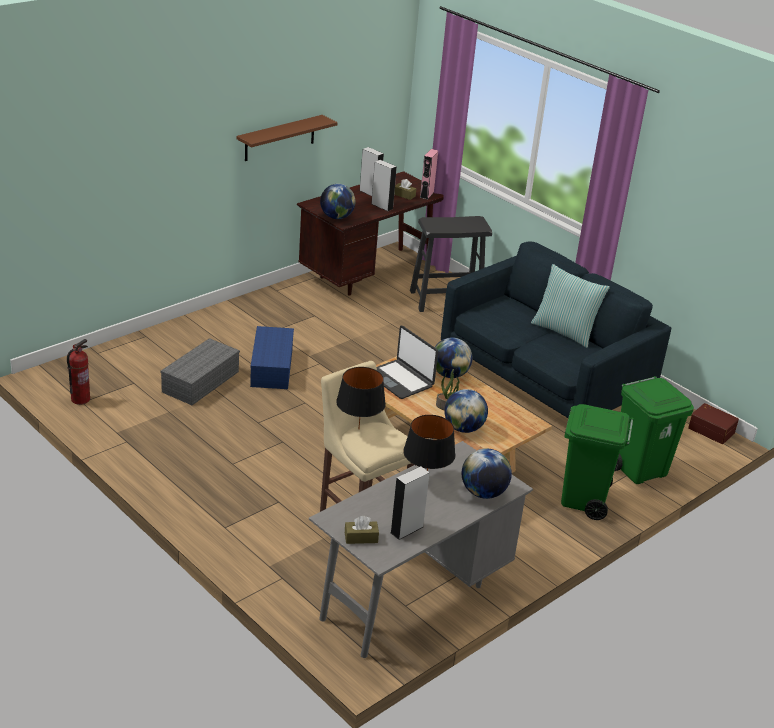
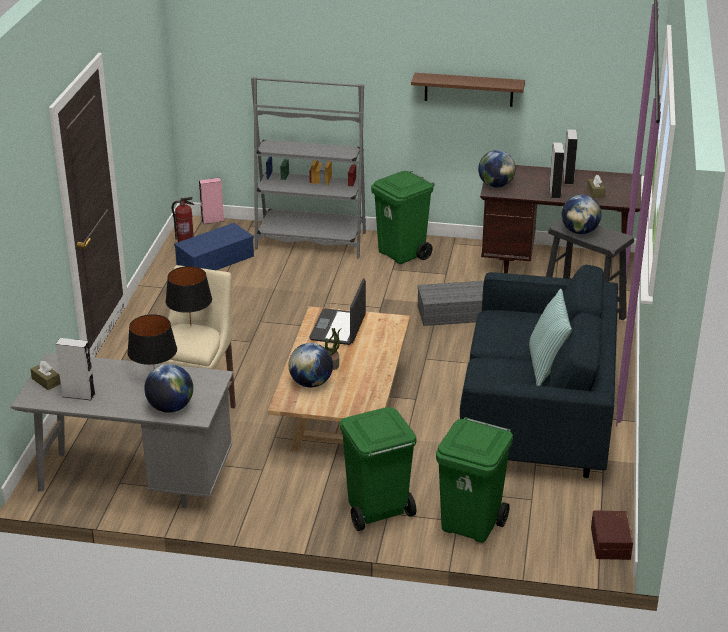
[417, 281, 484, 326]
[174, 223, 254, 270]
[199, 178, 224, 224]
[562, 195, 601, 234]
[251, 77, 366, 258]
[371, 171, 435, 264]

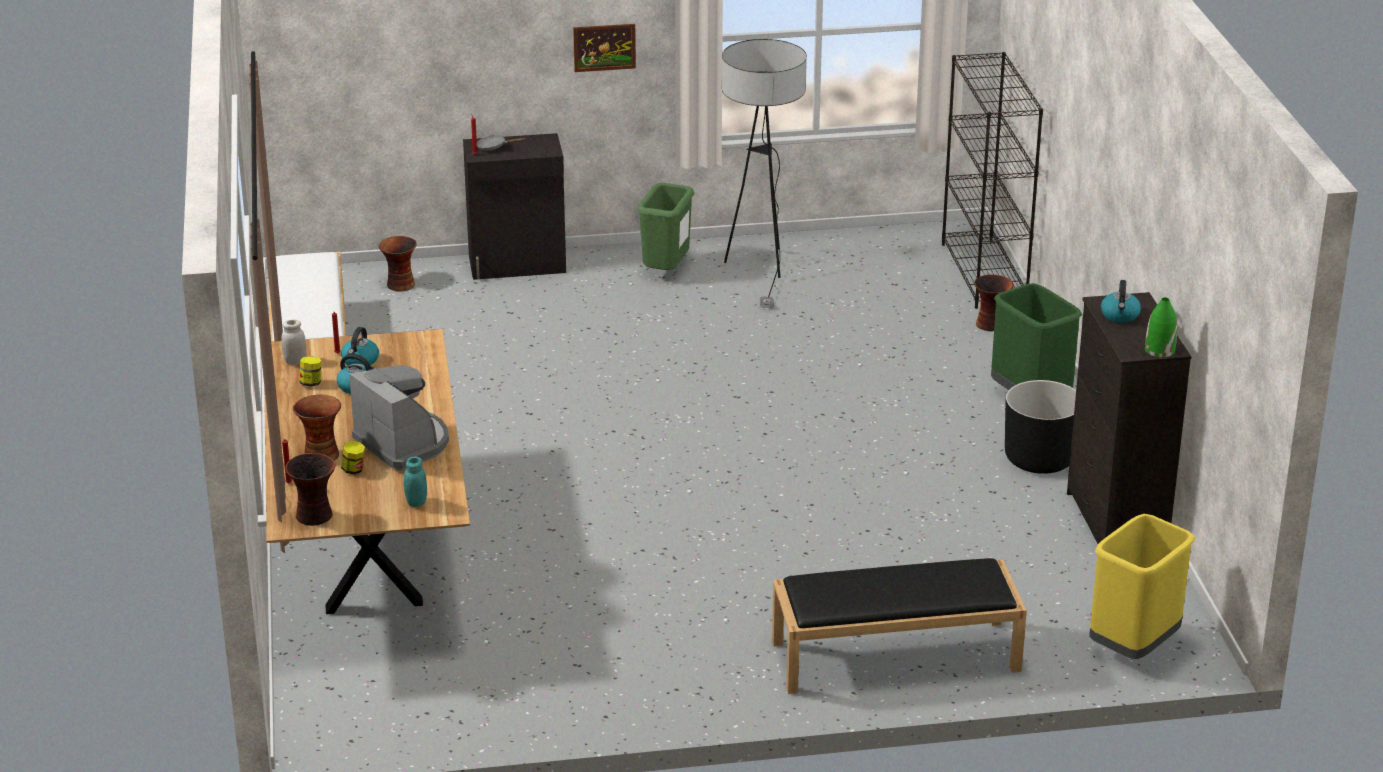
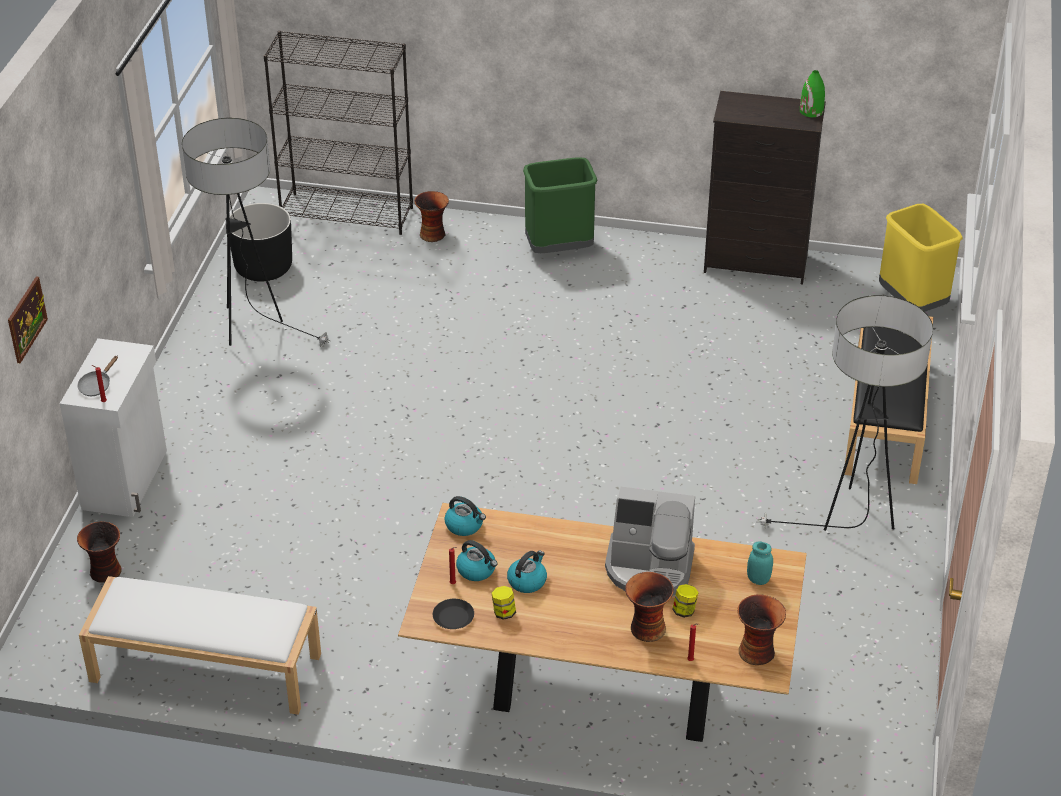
[433, 599, 474, 629]
[605, 487, 695, 597]
[60, 338, 167, 517]
[8, 276, 48, 363]
[637, 183, 694, 270] (first image)
[229, 203, 292, 281]
[445, 496, 486, 536]
[756, 295, 933, 531]

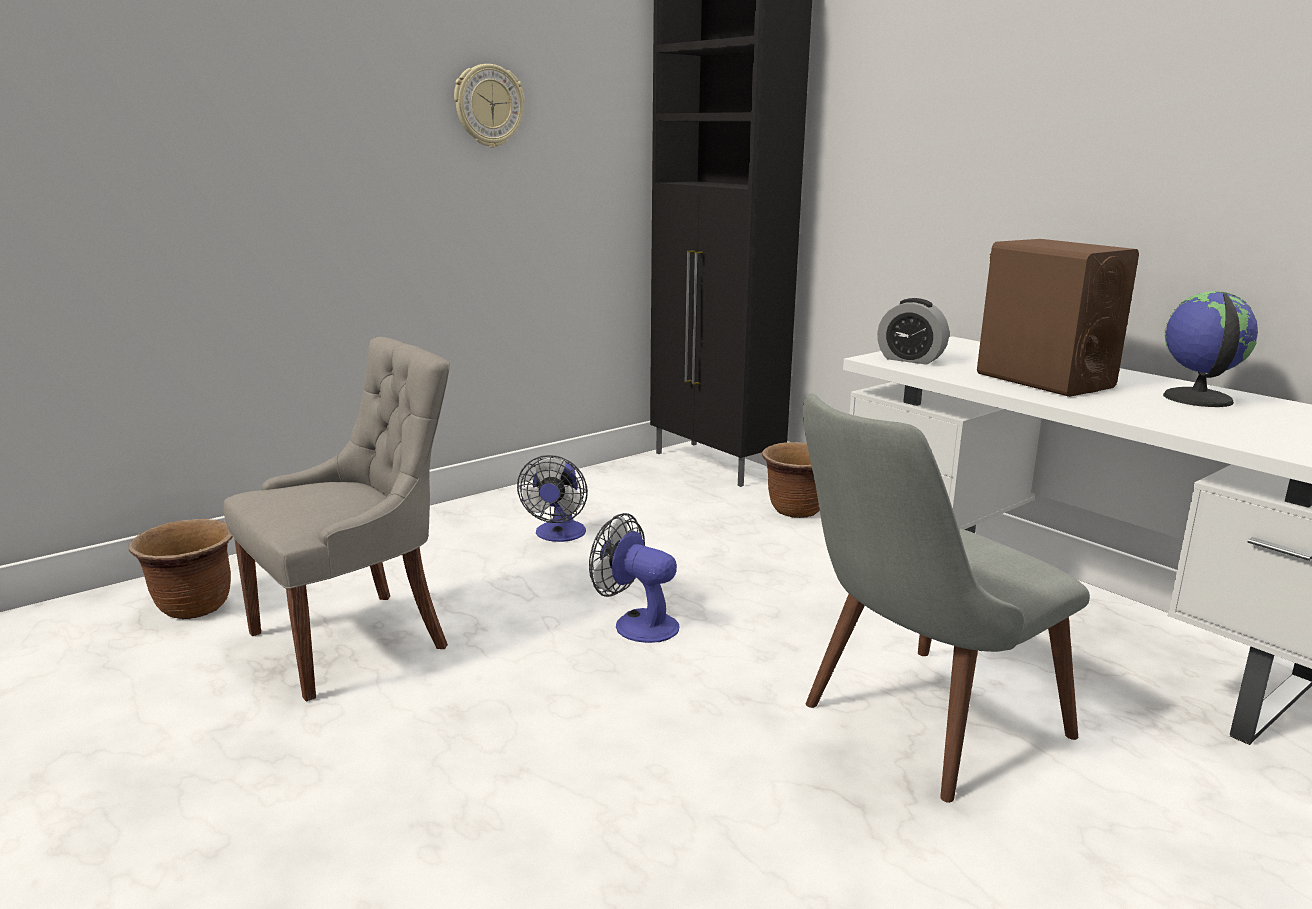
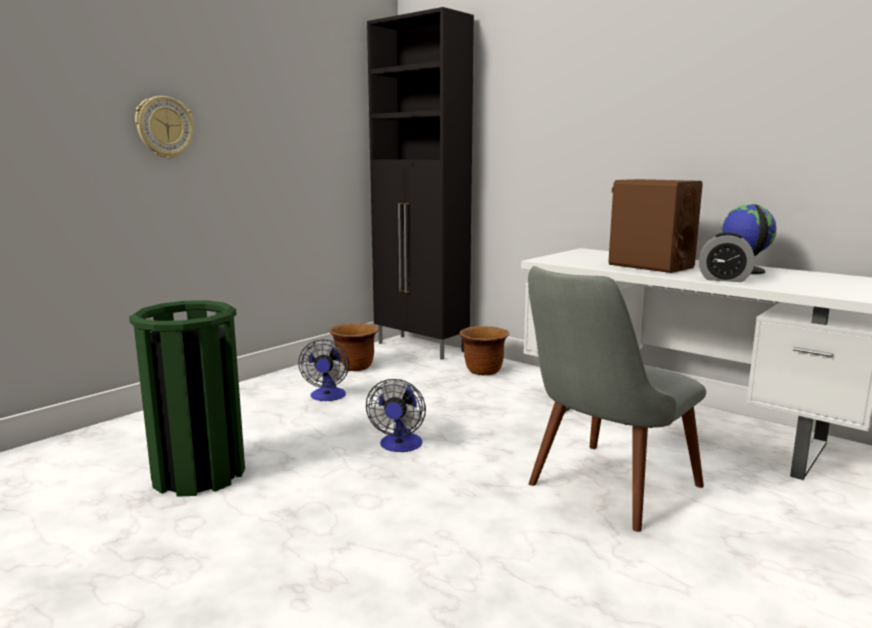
[330, 323, 379, 371]
[129, 300, 245, 497]
[135, 96, 194, 159]
[366, 379, 426, 452]
[699, 232, 755, 282]

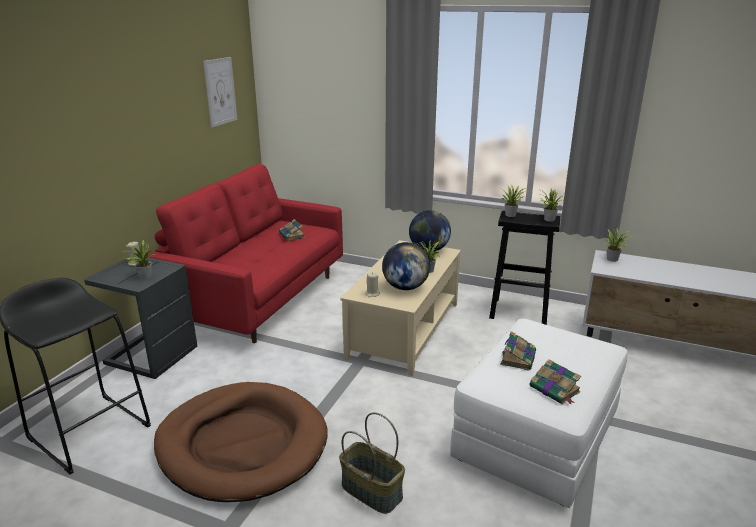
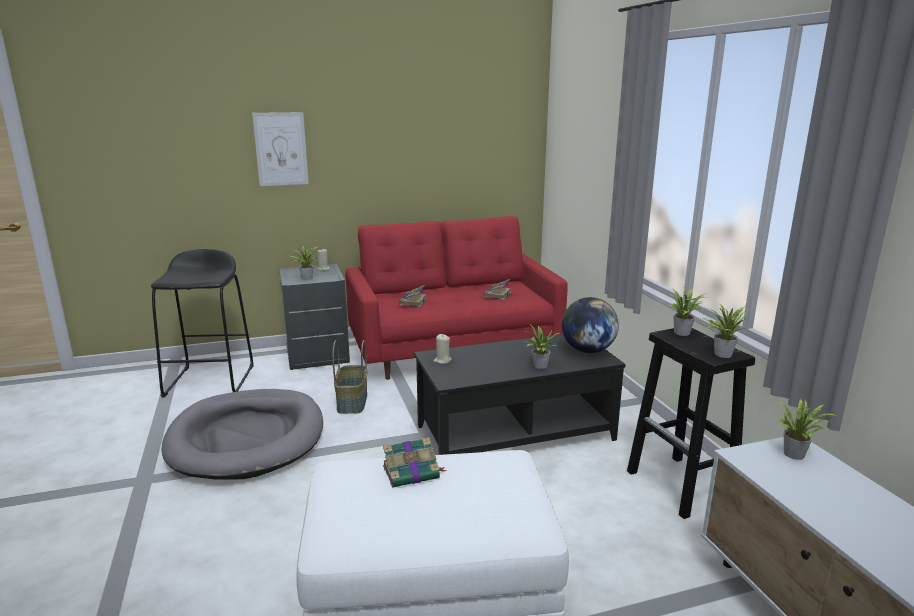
[161, 389, 323, 479]
[252, 112, 309, 186]
[332, 340, 368, 414]
[414, 334, 626, 455]
[382, 242, 430, 290] (first image)
[399, 285, 427, 307]

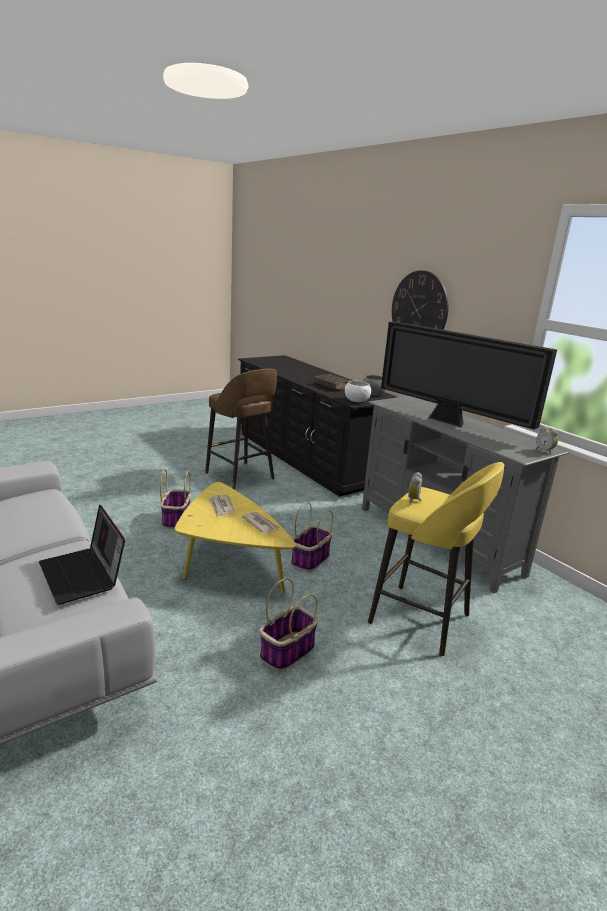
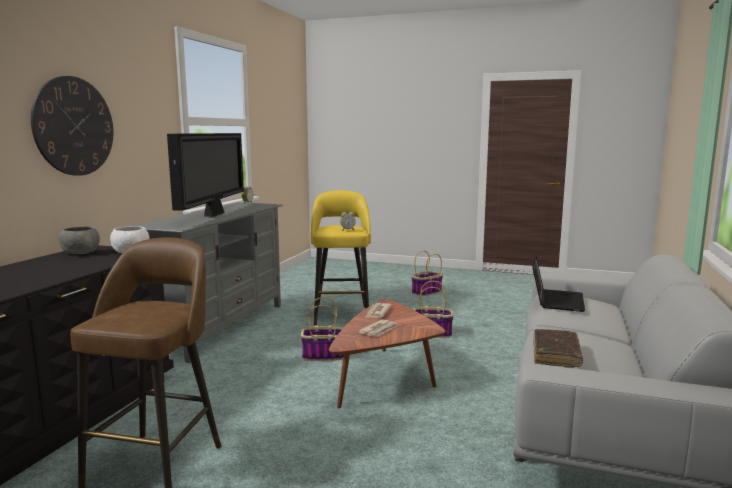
[411, 250, 443, 296]
[329, 299, 445, 408]
[533, 329, 583, 367]

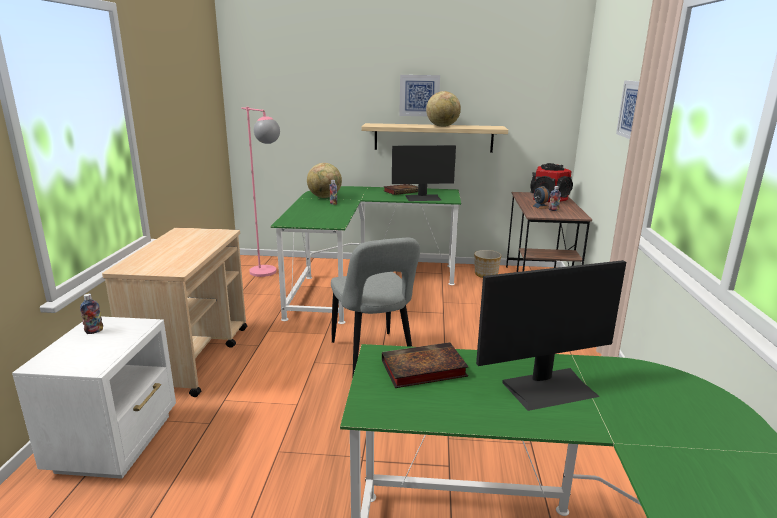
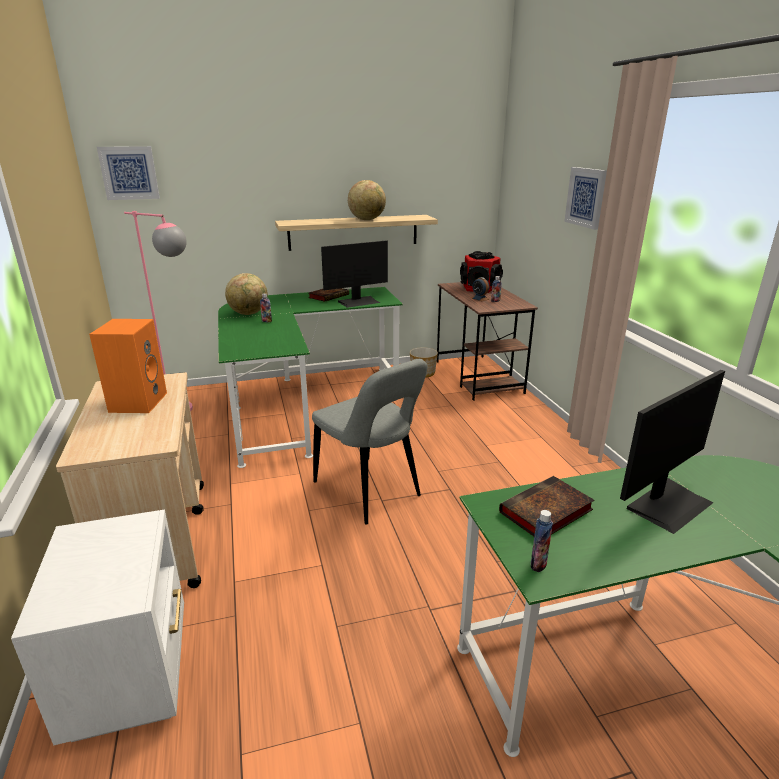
[530, 510, 553, 572]
[97, 146, 160, 200]
[89, 319, 167, 413]

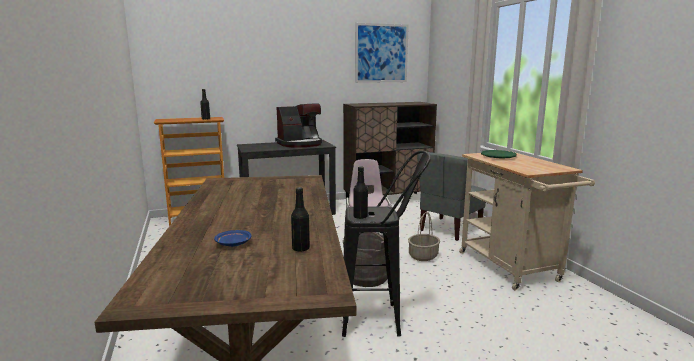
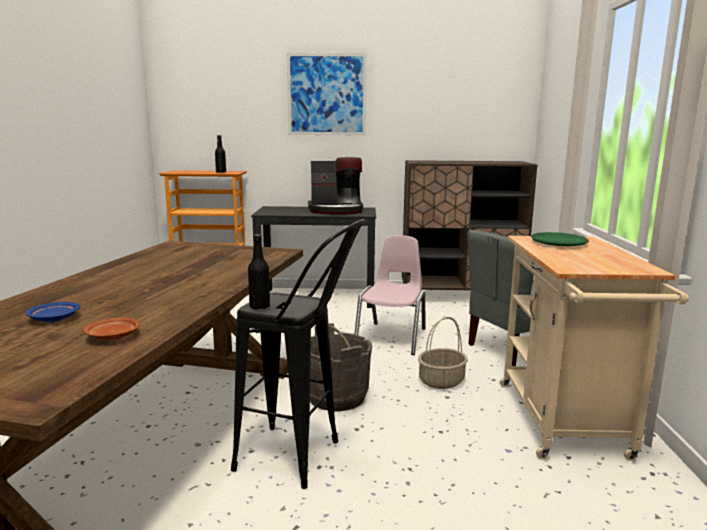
[84, 317, 139, 340]
[287, 53, 367, 136]

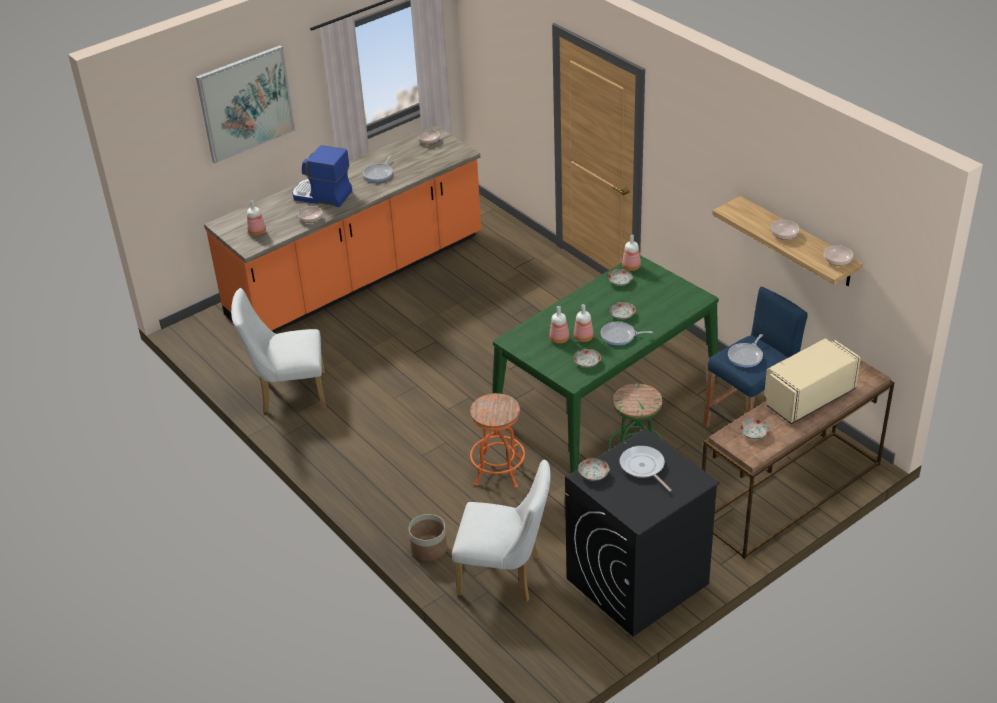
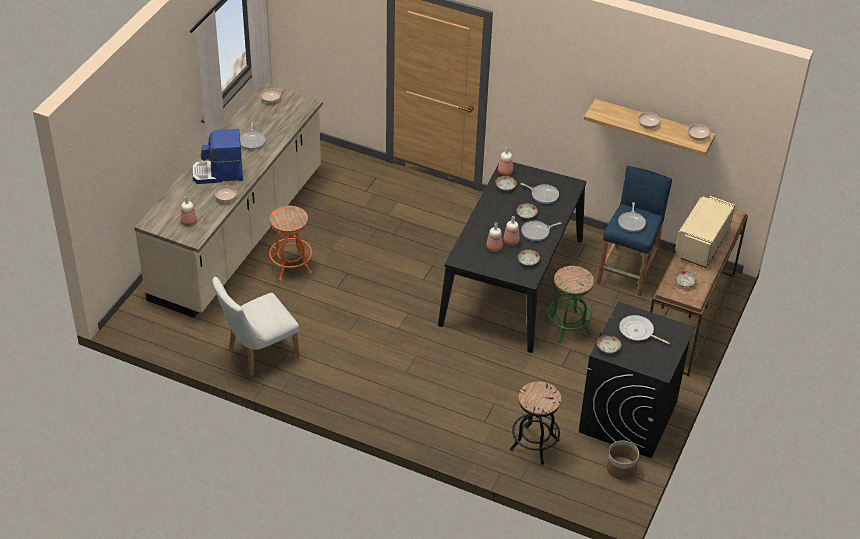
[196, 45, 295, 163] (first image)
[134, 83, 323, 318]
[606, 441, 639, 480]
[510, 381, 561, 465]
[269, 206, 312, 281]
[438, 162, 586, 353]
[521, 183, 559, 204]

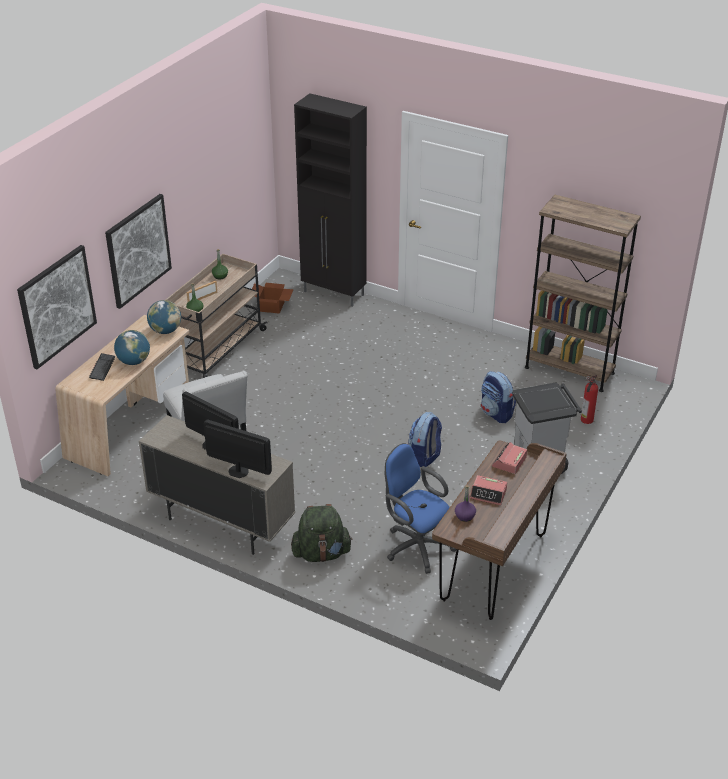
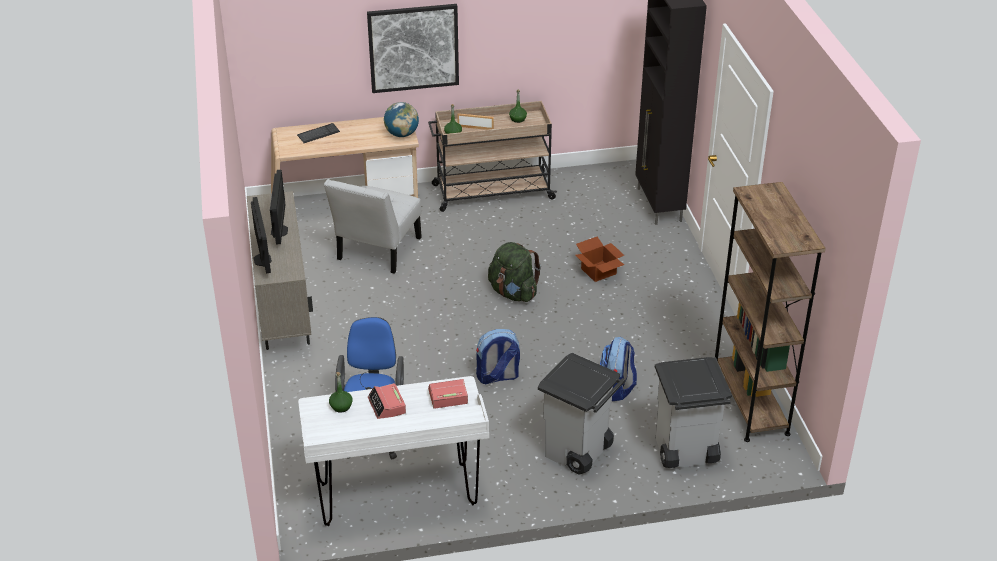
[17, 245, 97, 369] (first image)
[114, 330, 150, 365] (first image)
[575, 236, 624, 282]
[488, 242, 541, 302]
[298, 376, 489, 526]
[329, 372, 353, 413]
[655, 357, 732, 468]

